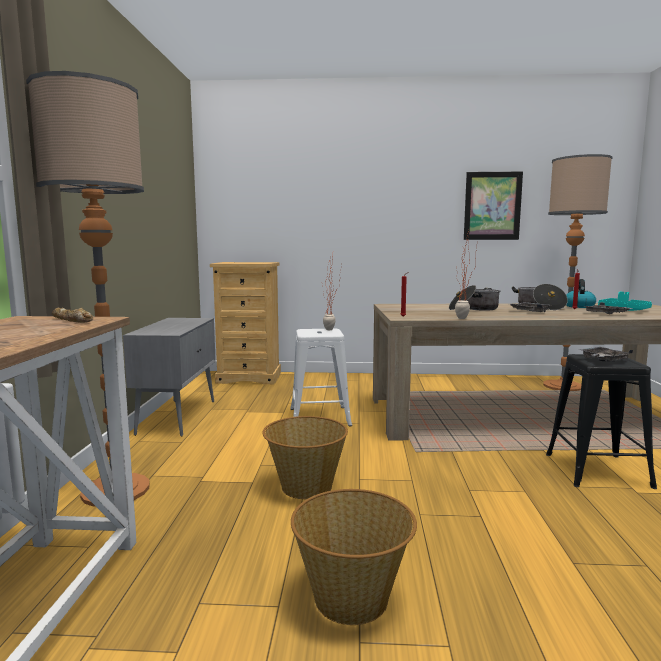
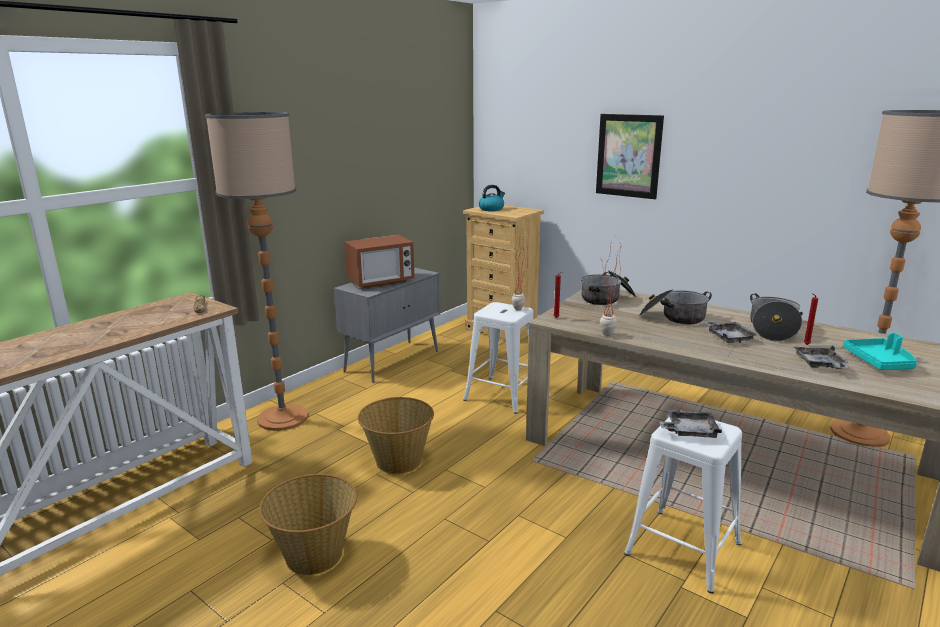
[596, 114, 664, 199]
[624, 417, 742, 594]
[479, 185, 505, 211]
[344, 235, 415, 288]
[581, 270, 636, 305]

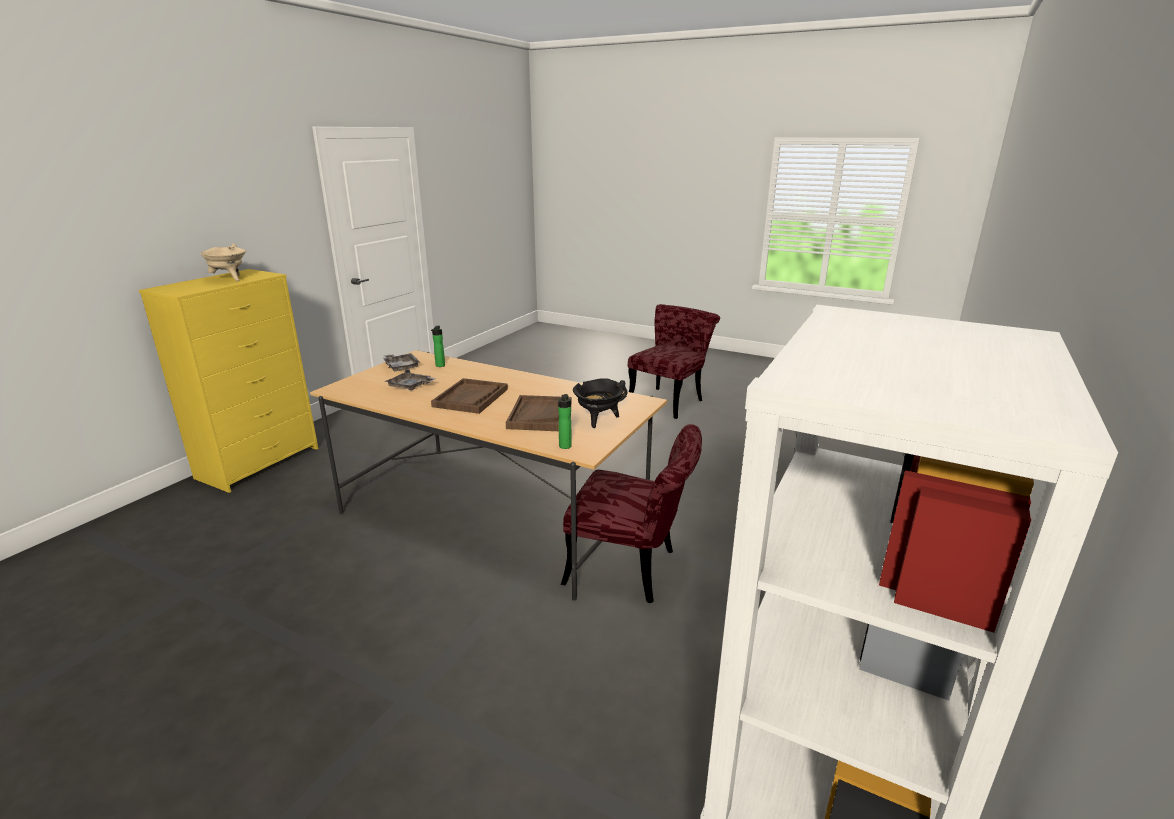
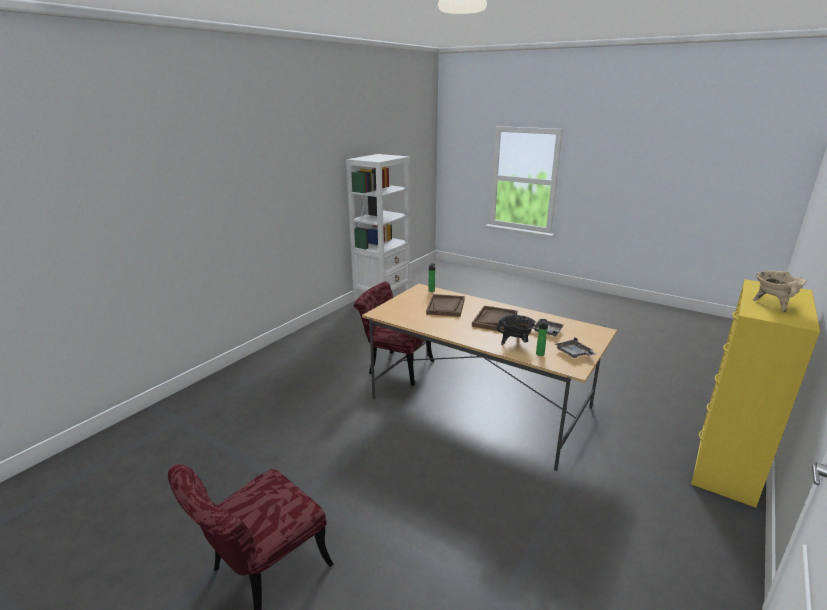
[497, 315, 536, 345]

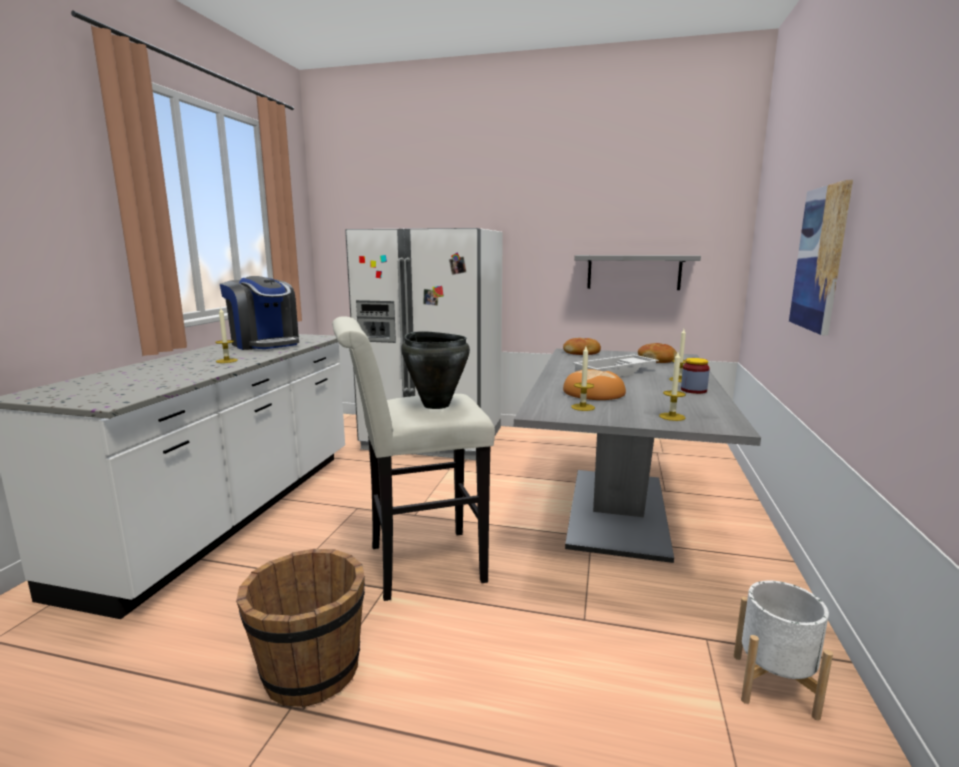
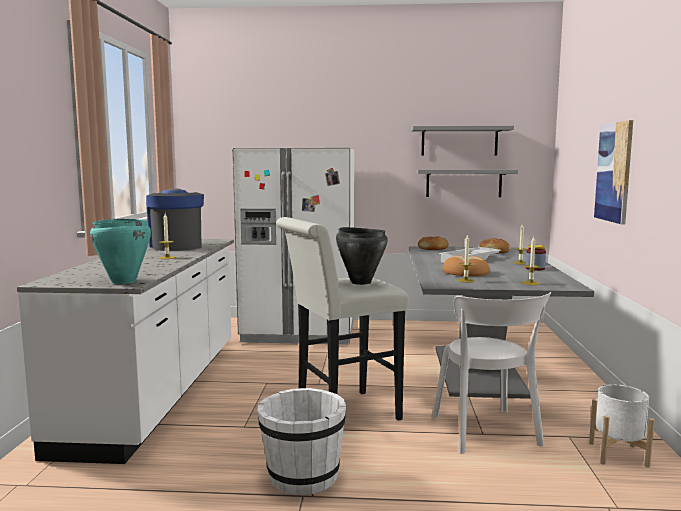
[146, 188, 204, 251]
[257, 388, 346, 495]
[90, 219, 151, 284]
[412, 126, 514, 156]
[432, 292, 551, 454]

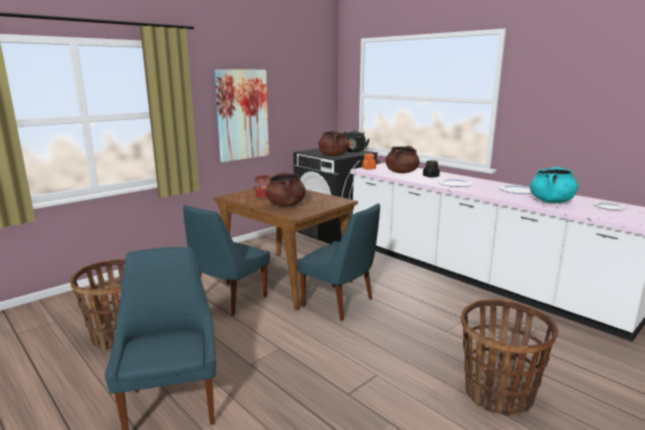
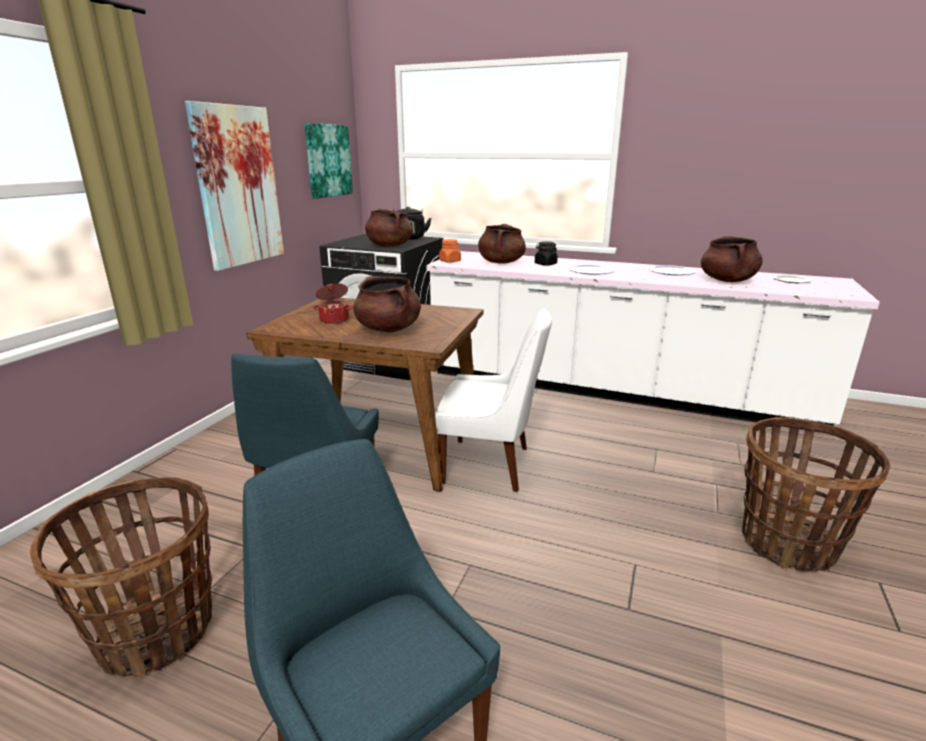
[435, 308, 552, 492]
[701, 236, 763, 282]
[304, 123, 353, 199]

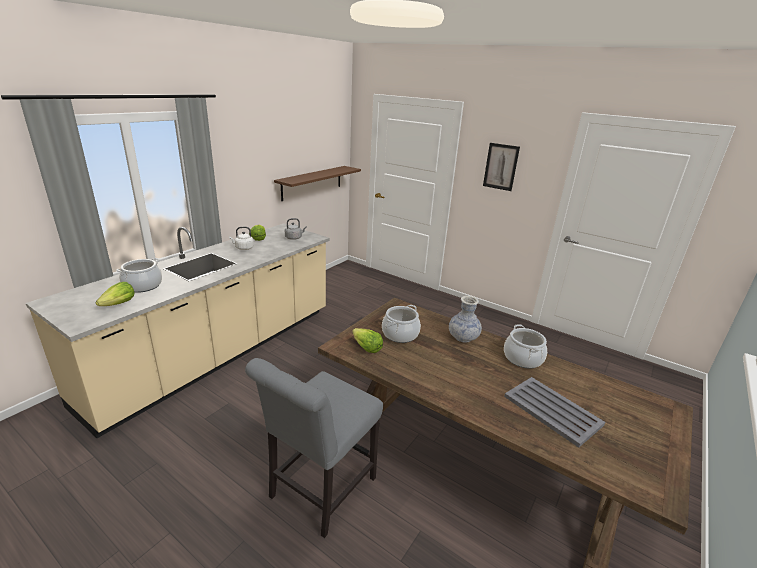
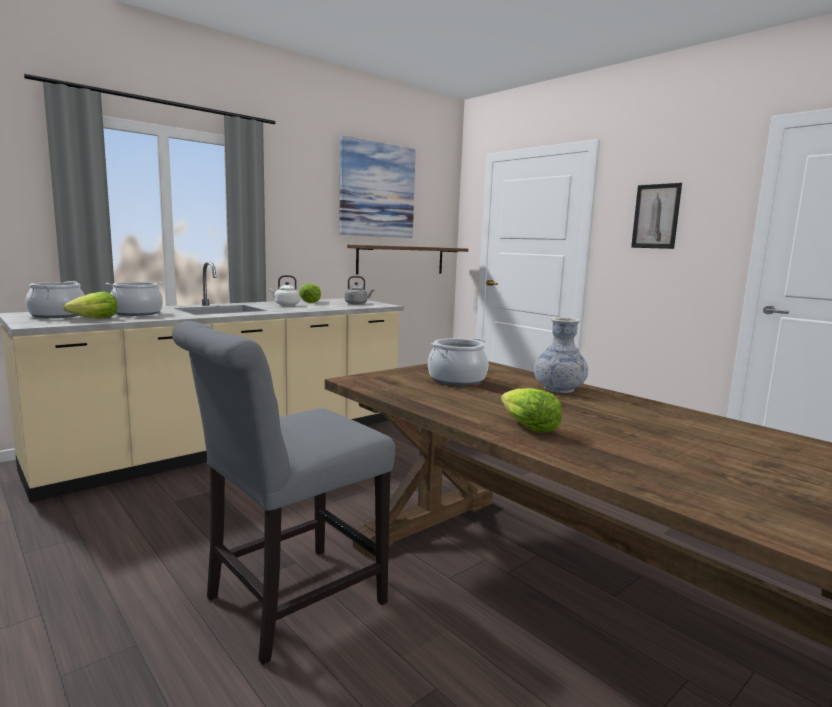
[501, 388, 562, 432]
[26, 281, 84, 318]
[504, 377, 605, 448] (first image)
[339, 135, 416, 238]

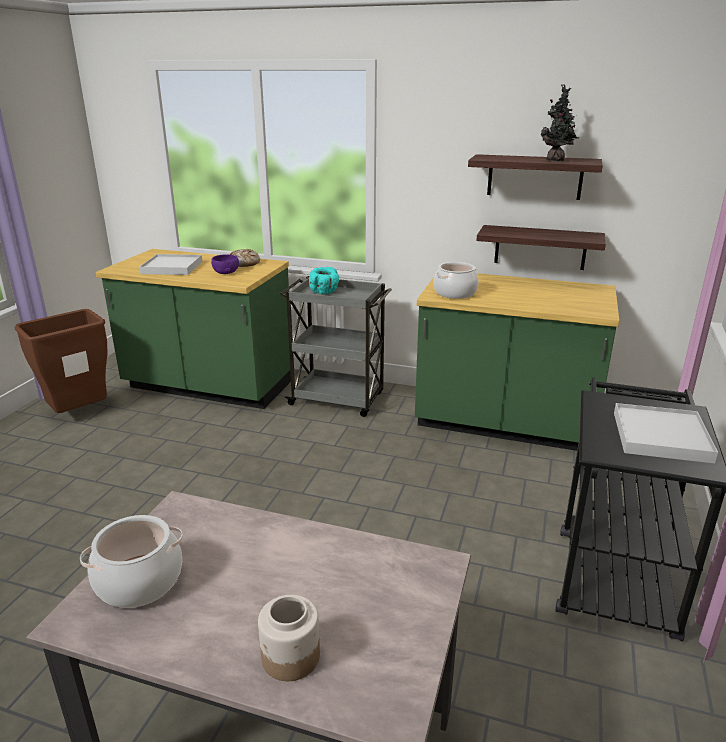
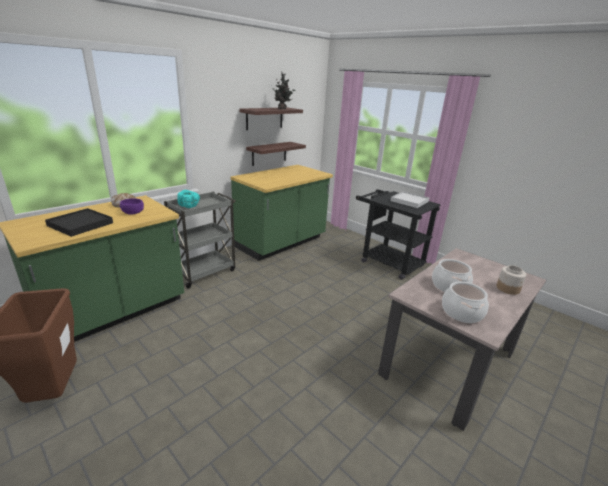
[45, 208, 113, 237]
[432, 259, 473, 292]

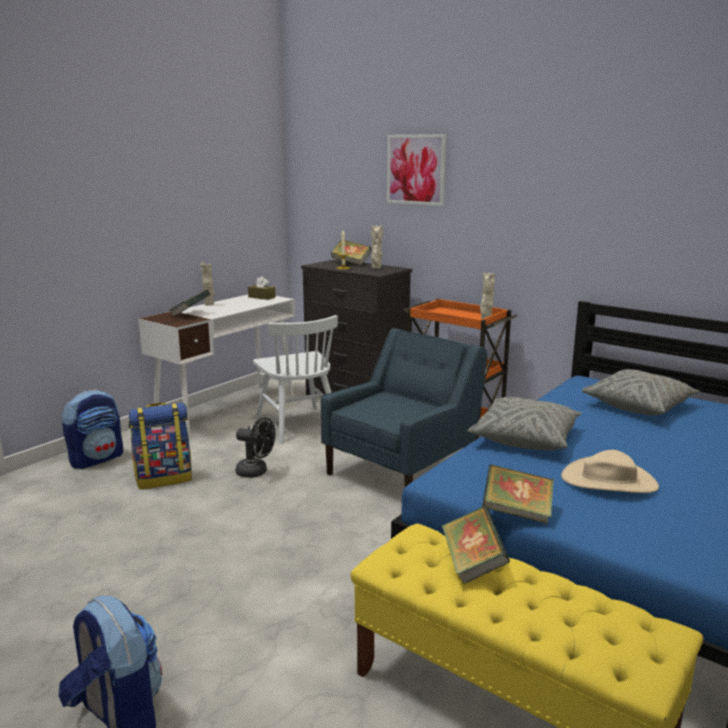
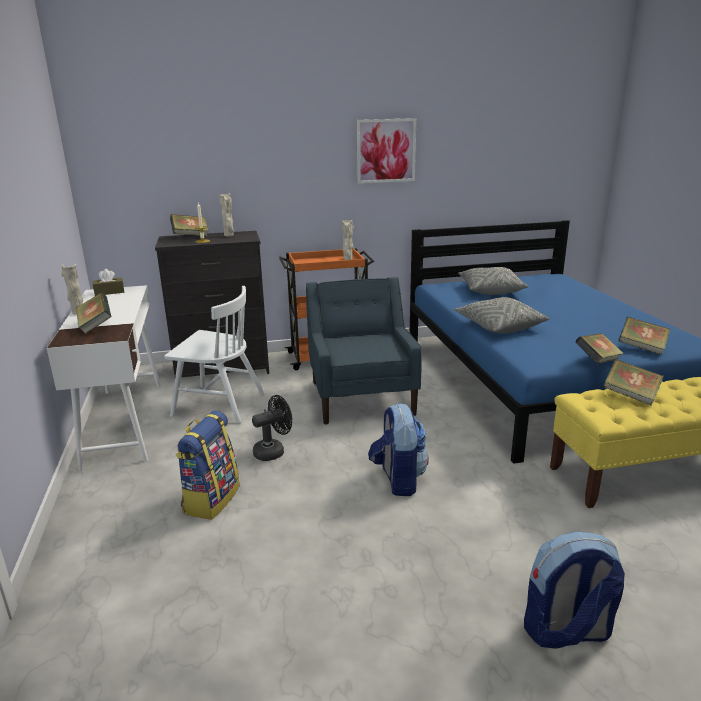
[368, 403, 429, 496]
[357, 118, 416, 184]
[561, 450, 659, 493] (first image)
[618, 317, 671, 355]

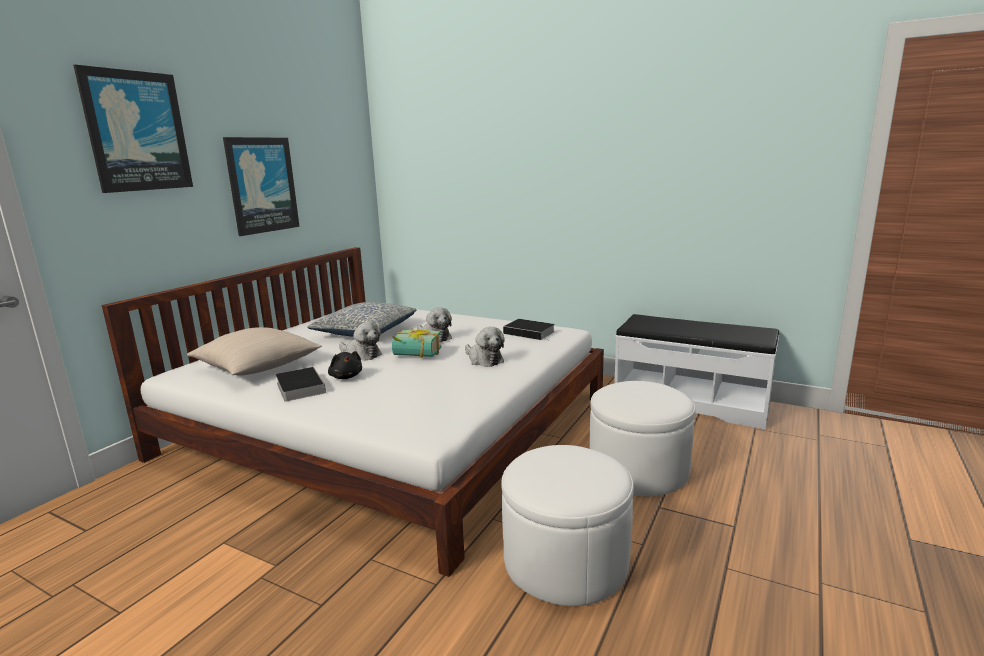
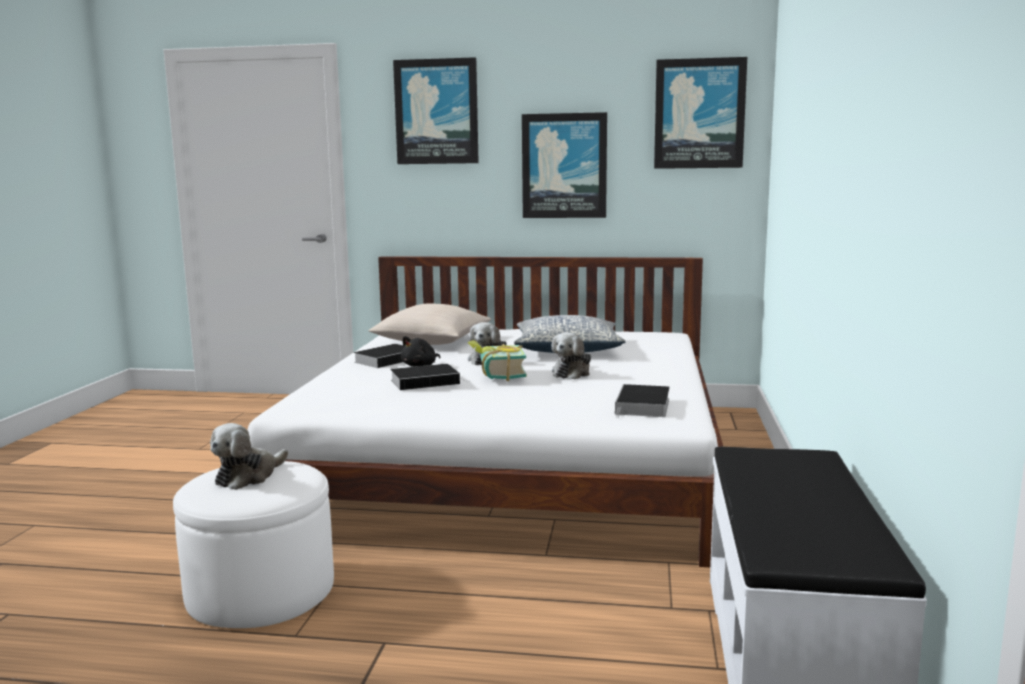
[210, 423, 288, 490]
[590, 381, 695, 496] (first image)
[390, 364, 469, 390]
[654, 57, 747, 169]

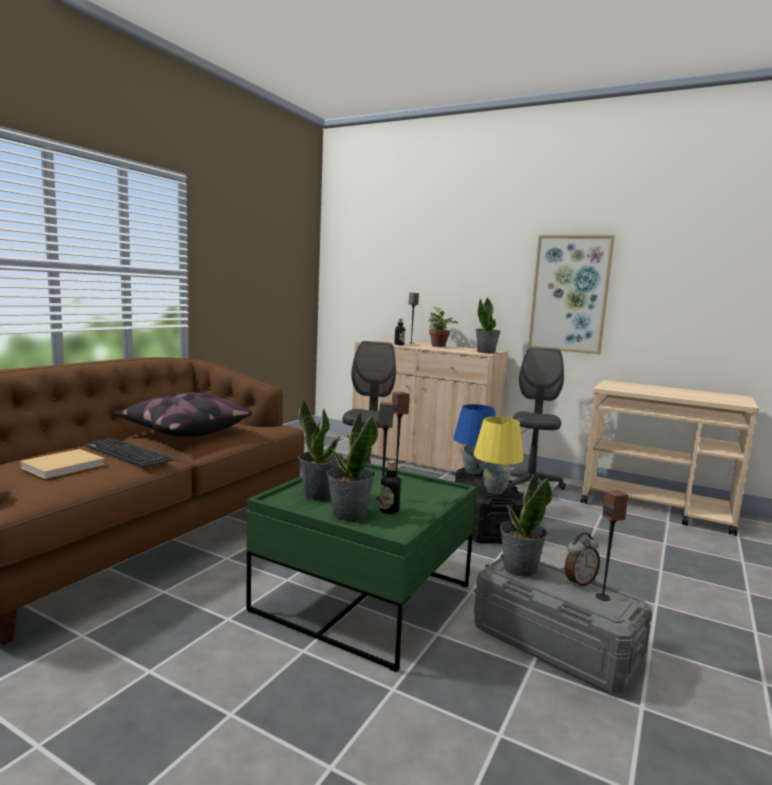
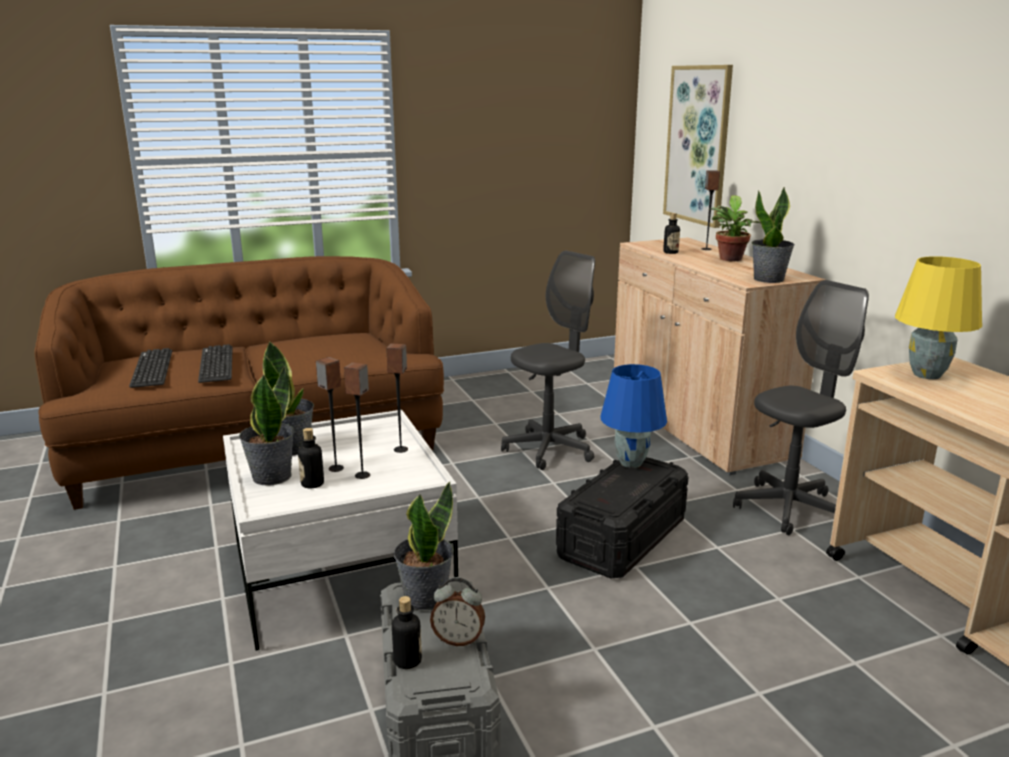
[129, 348, 172, 388]
[114, 393, 252, 437] (first image)
[223, 410, 458, 651]
[895, 256, 982, 379]
[663, 65, 733, 228]
[344, 362, 370, 479]
[392, 596, 422, 669]

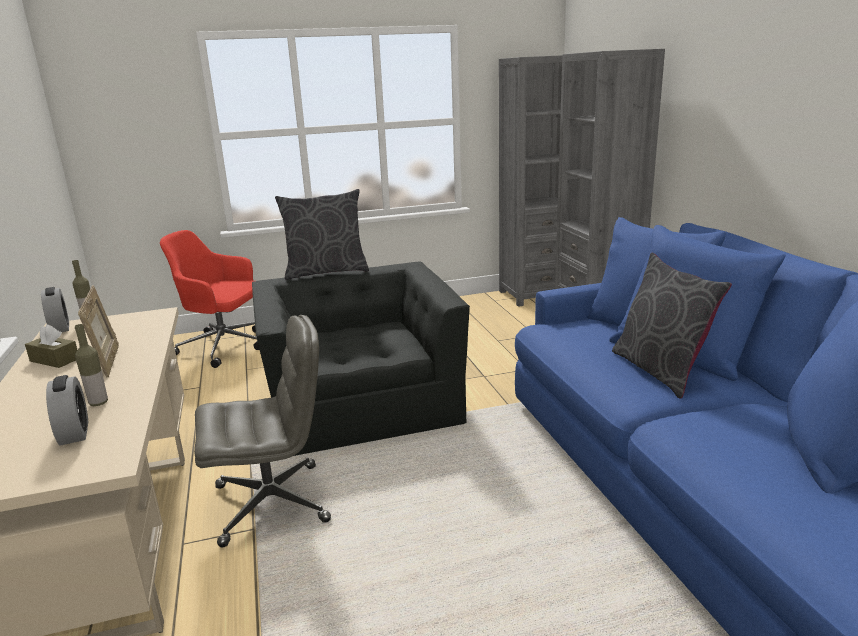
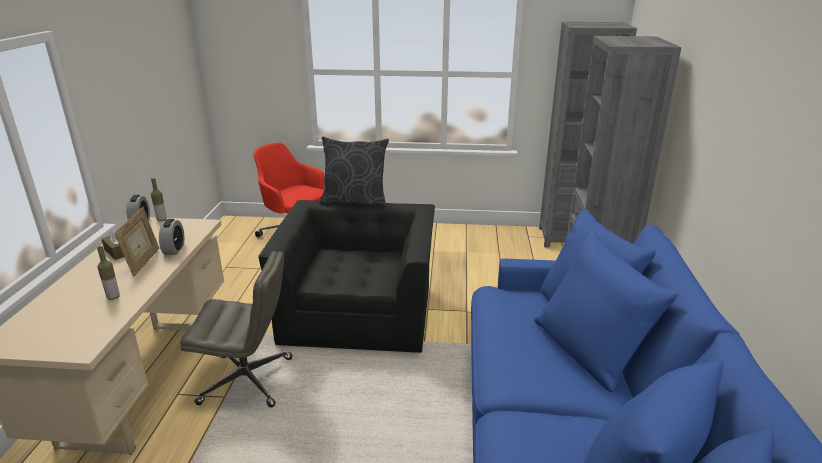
[159, 219, 185, 255]
[612, 253, 732, 398] (first image)

